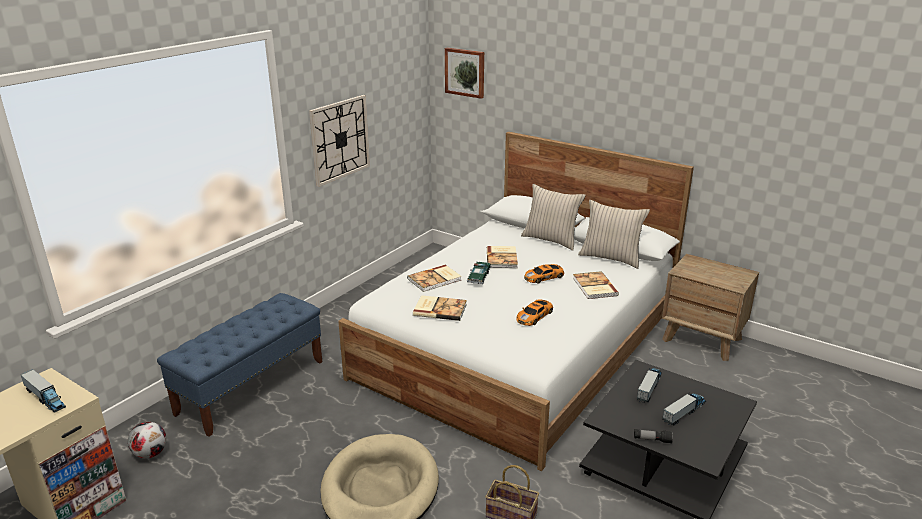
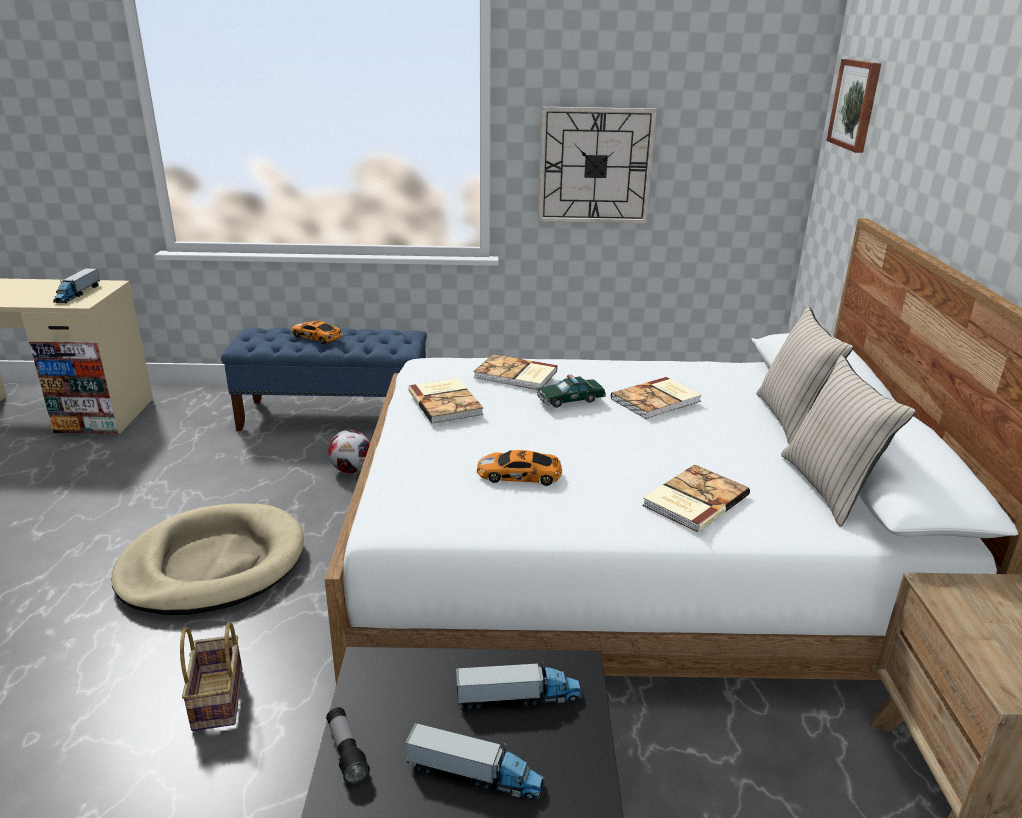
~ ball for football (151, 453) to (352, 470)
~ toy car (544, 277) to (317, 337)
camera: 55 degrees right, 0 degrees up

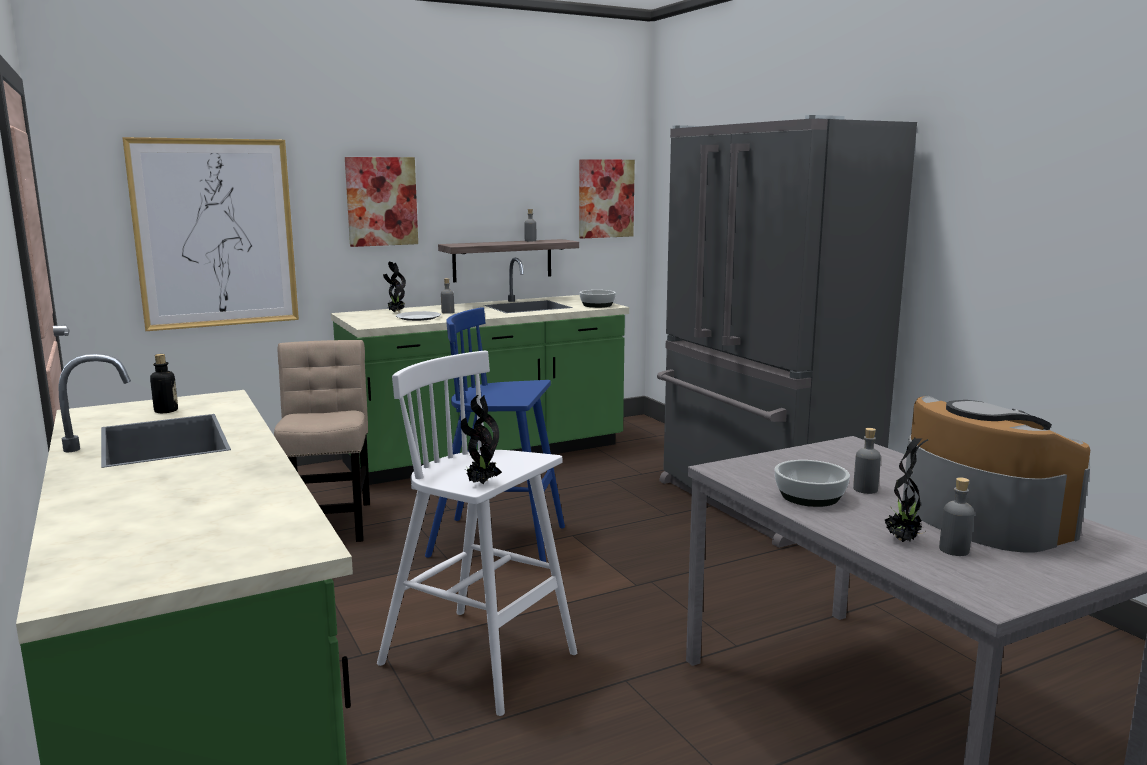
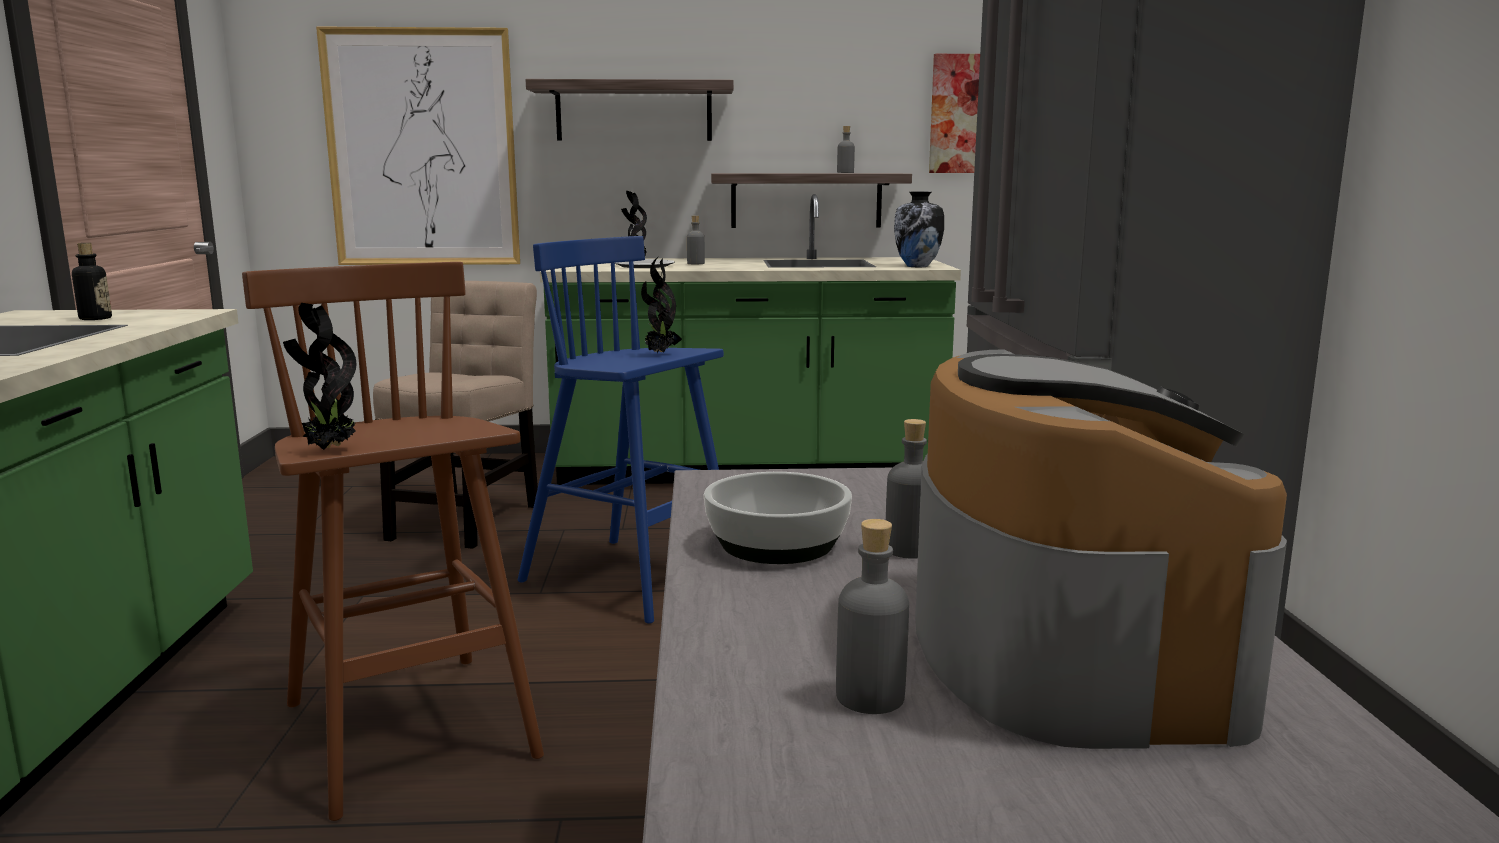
~ plant in a pot (903, 540) to (660, 353)
~ wall art (381, 201) to wall shelf (634, 112)
~ bowl (597, 305) to flower vase (917, 266)
~ white sitting stool (481, 660) to brown-coloured sitting stool (412, 733)
camera: 25 degrees right, 0 degrees up

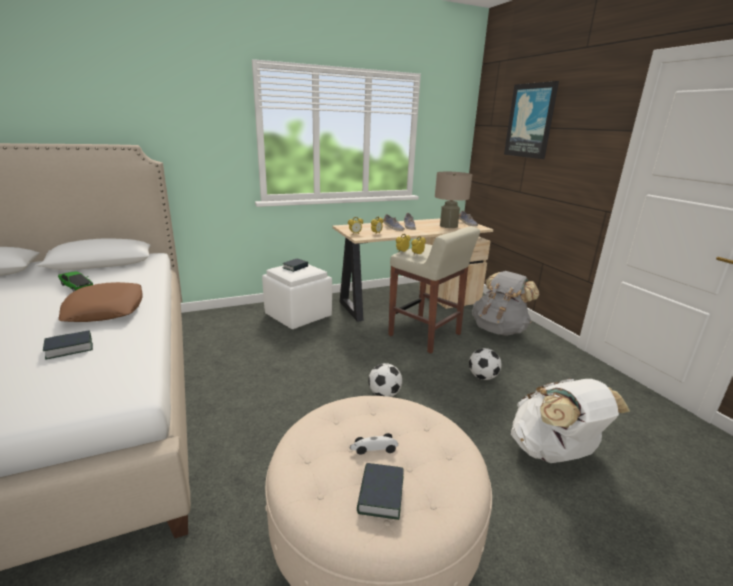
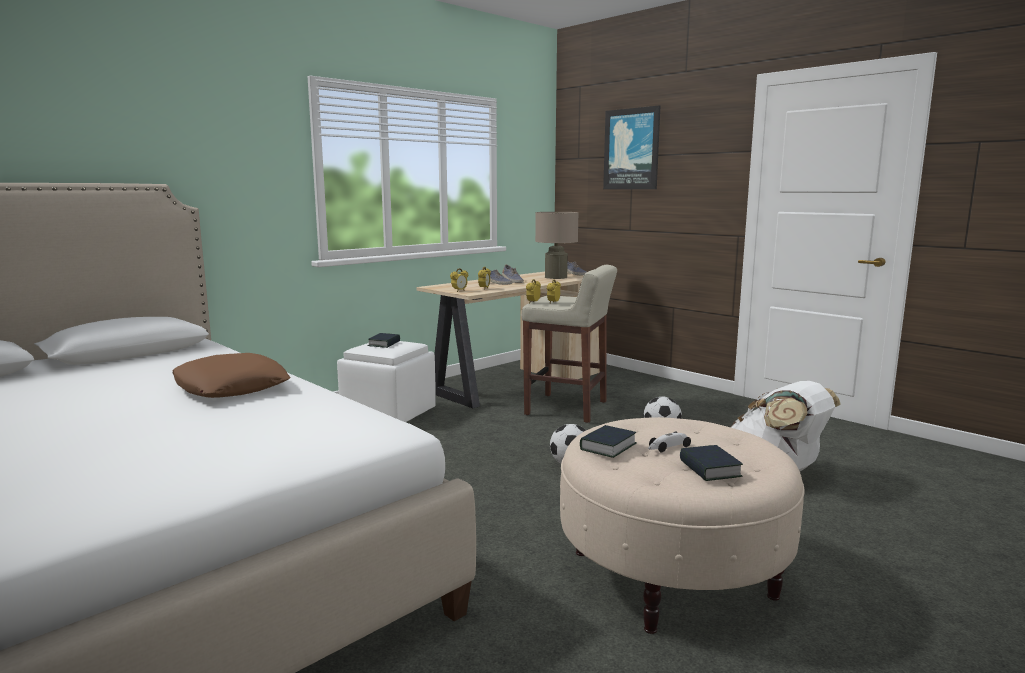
- toy car (76, 286)
- greyish knapsack (499, 329)
~ volume (69, 348) to (608, 447)
camera: 20 degrees left, 10 degrees down

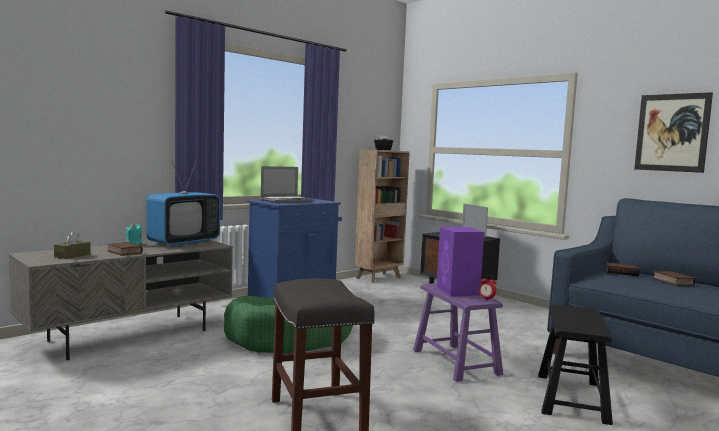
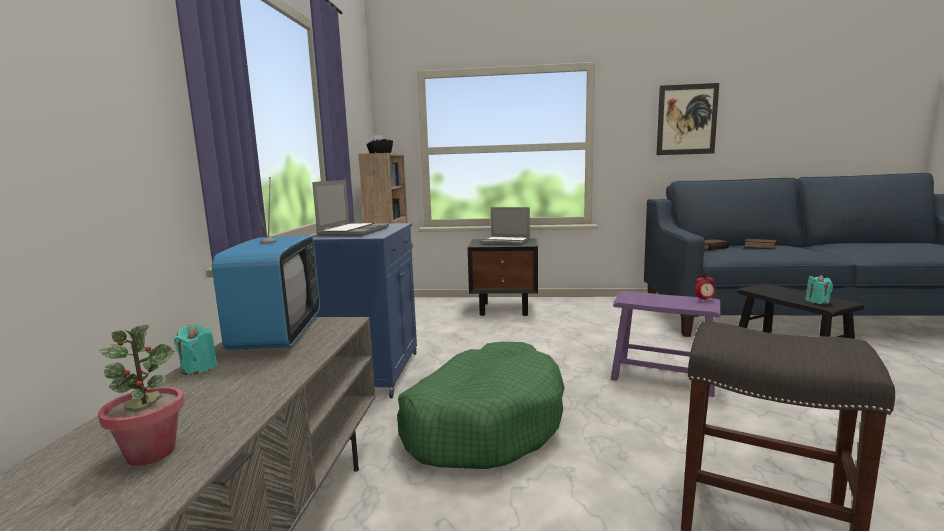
- volume (123, 252)
- purplish audio speaker (458, 291)
+ turquoise wax light (817, 301)
~ brown-coloured tissue holder (72, 255) to plant in a pot (151, 453)
camera: 40 degrees left, 5 degrees up

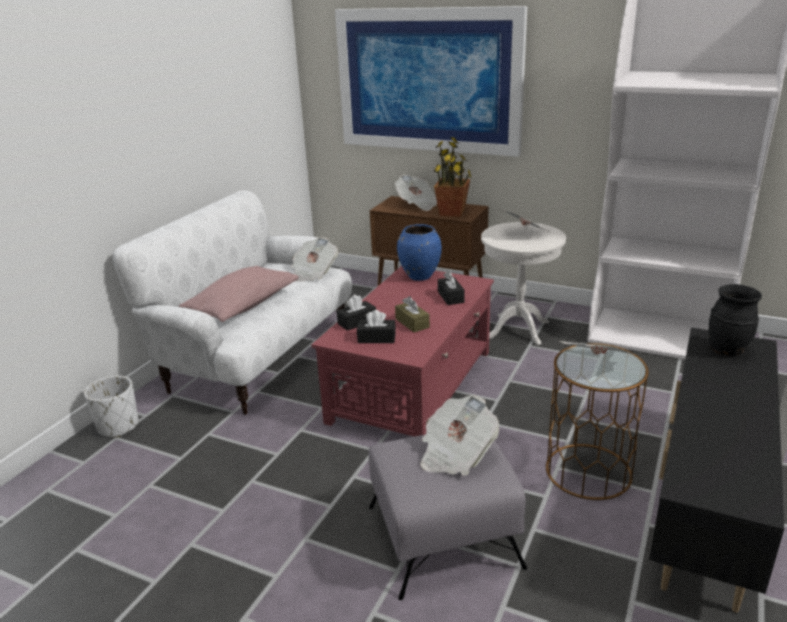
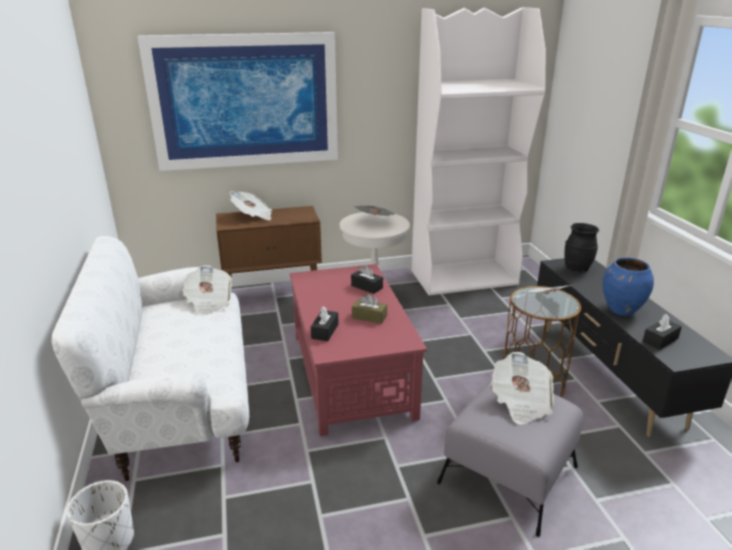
- pinkish pillow (243, 306)
- plant in a pot (452, 212)
~ blackish tissue holder (376, 338) to (660, 340)
~ bluish flower vase (419, 276) to (621, 310)
camera: 40 degrees left, 0 degrees up

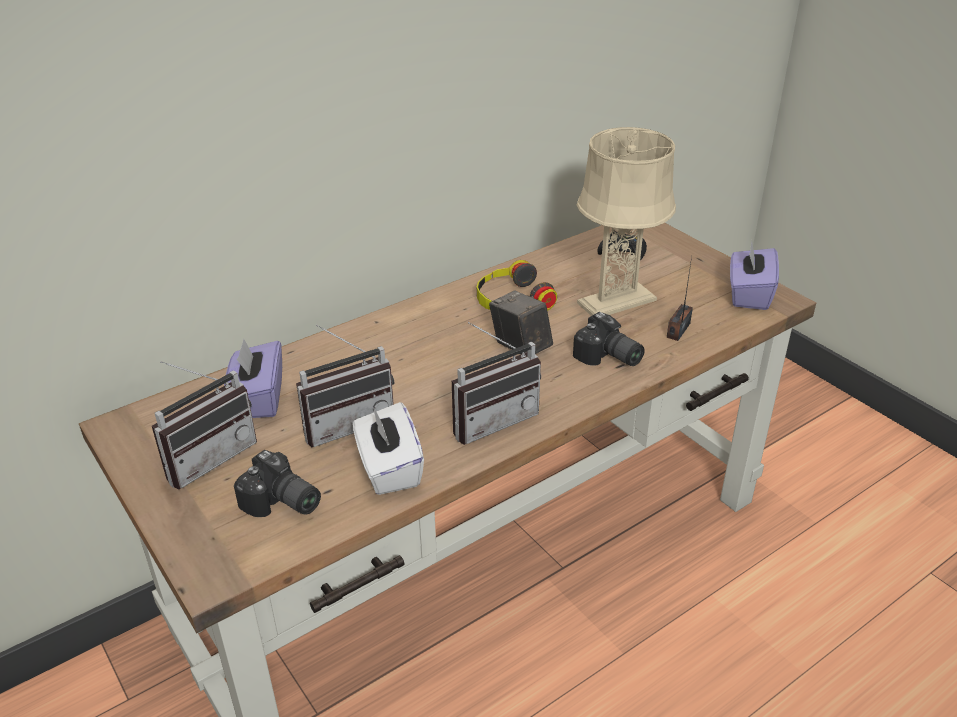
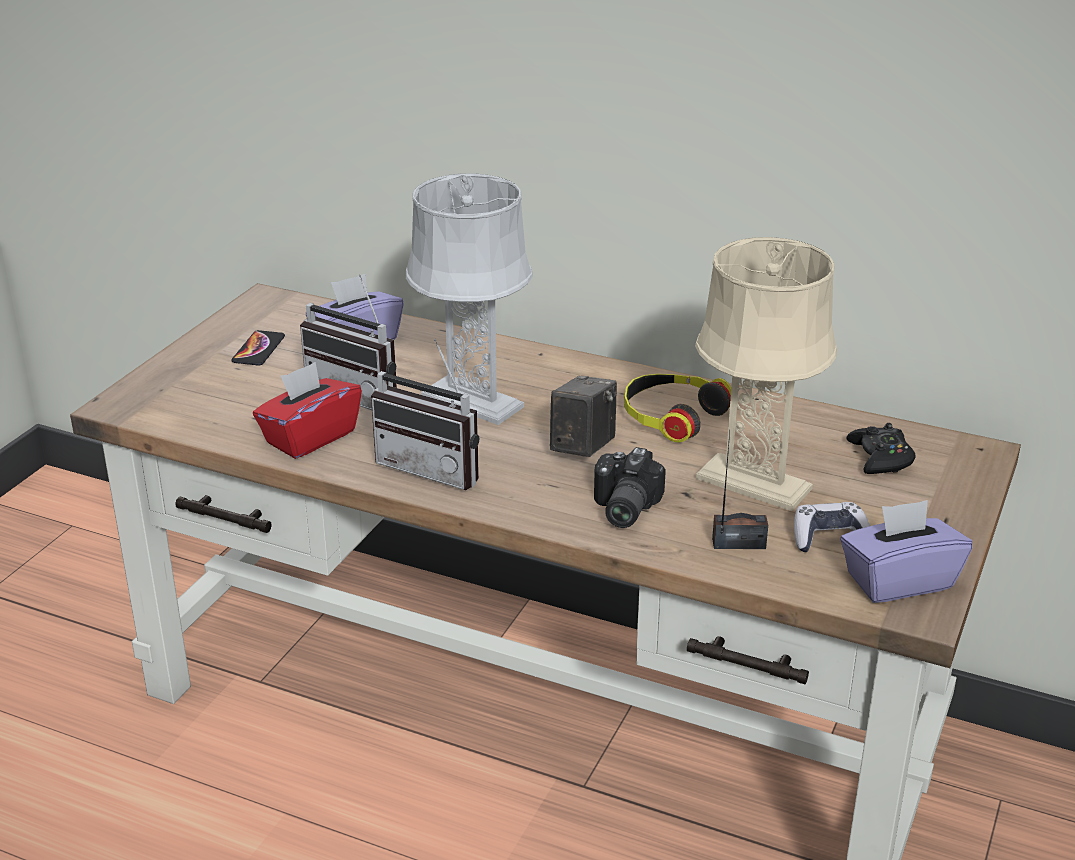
- photo camera (281, 504)
+ greyish tabletop lamp (471, 401)
+ joypad (829, 538)
~ radio set (207, 456) to handset (258, 349)
~ white tissue holder (389, 469) to reddish tissue holder (310, 437)
camera: 60 degrees right, 5 degrees down

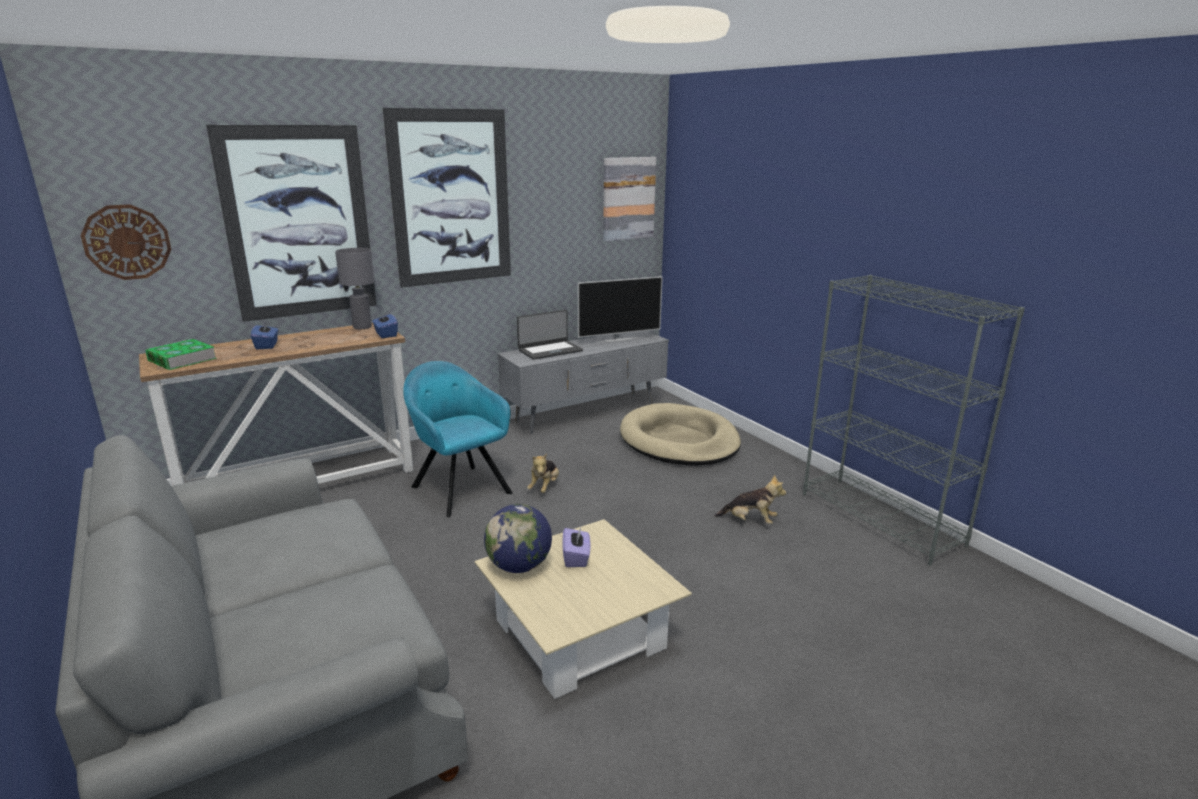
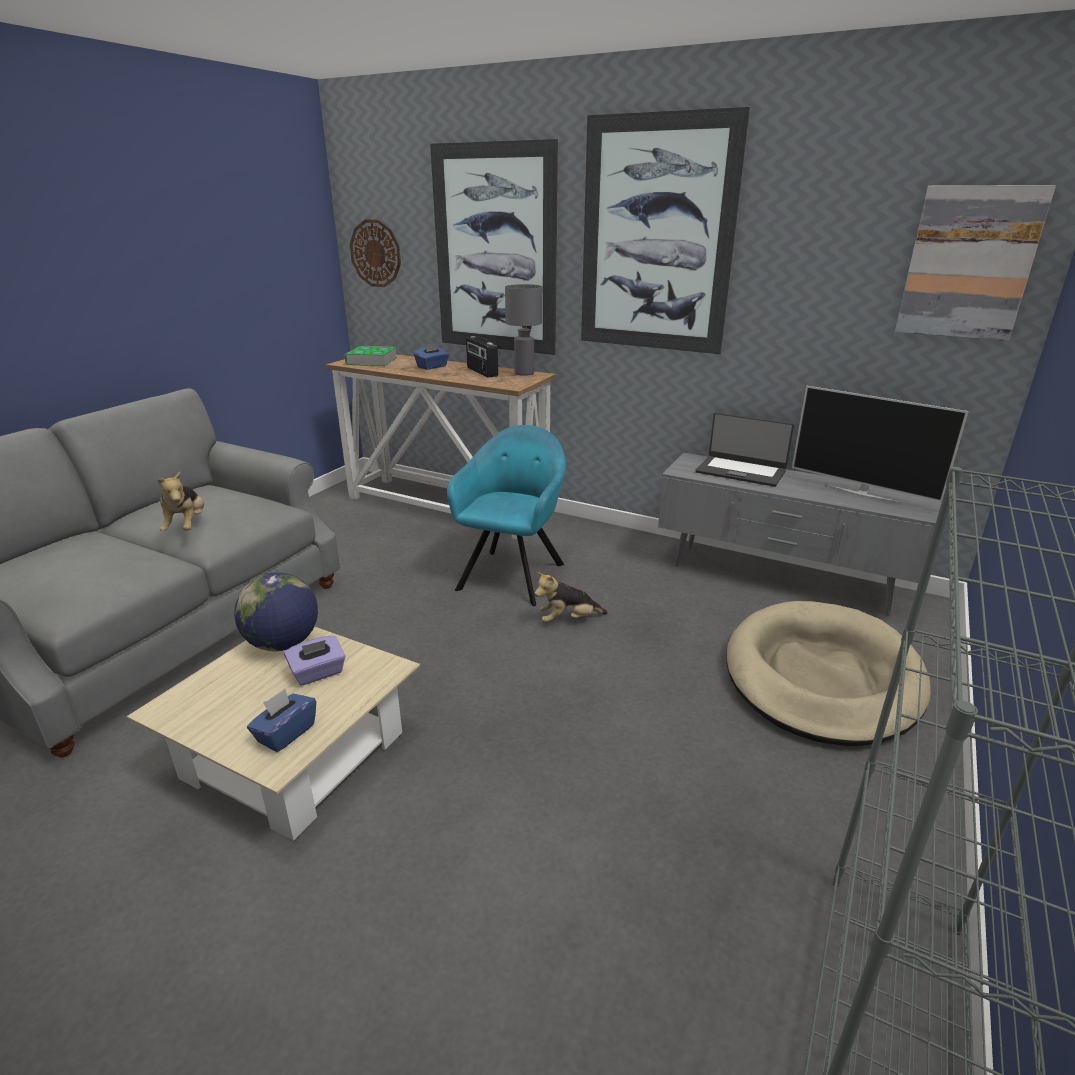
+ radio set (481, 372)
~ bluish tissue holder (385, 334) to (286, 733)
~ cuddly toy (750, 521) to (187, 526)
camera: 60 degrees right, 5 degrees up

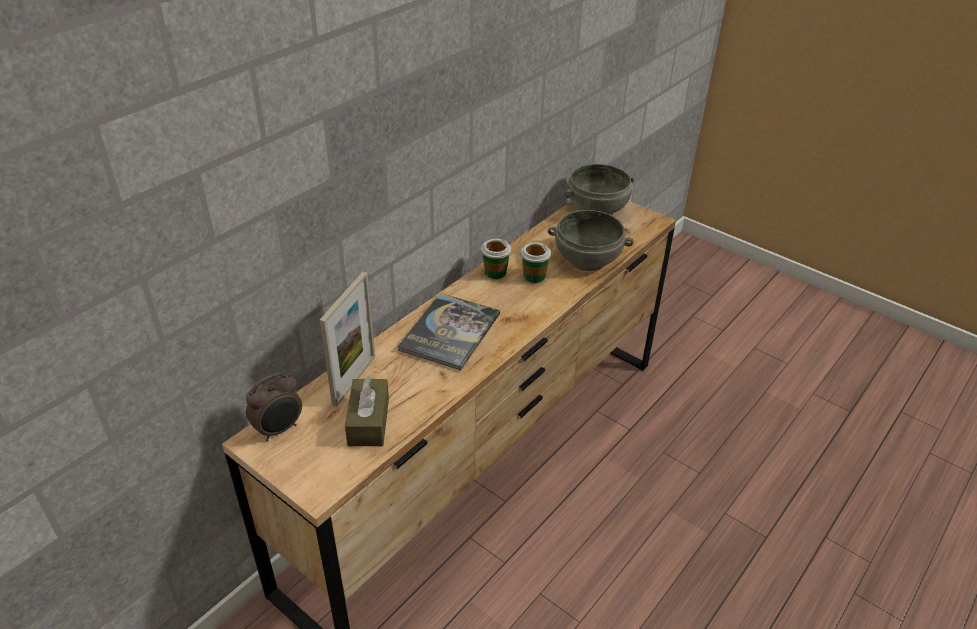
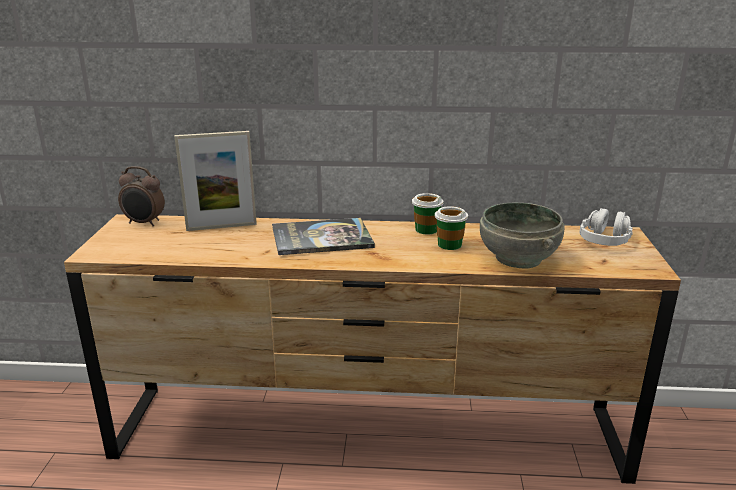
- brown-coloured tissue holder (368, 421)
~ greyish bowl (597, 210) to greyish headset (604, 239)
camera: 55 degrees right, 15 degrees down

